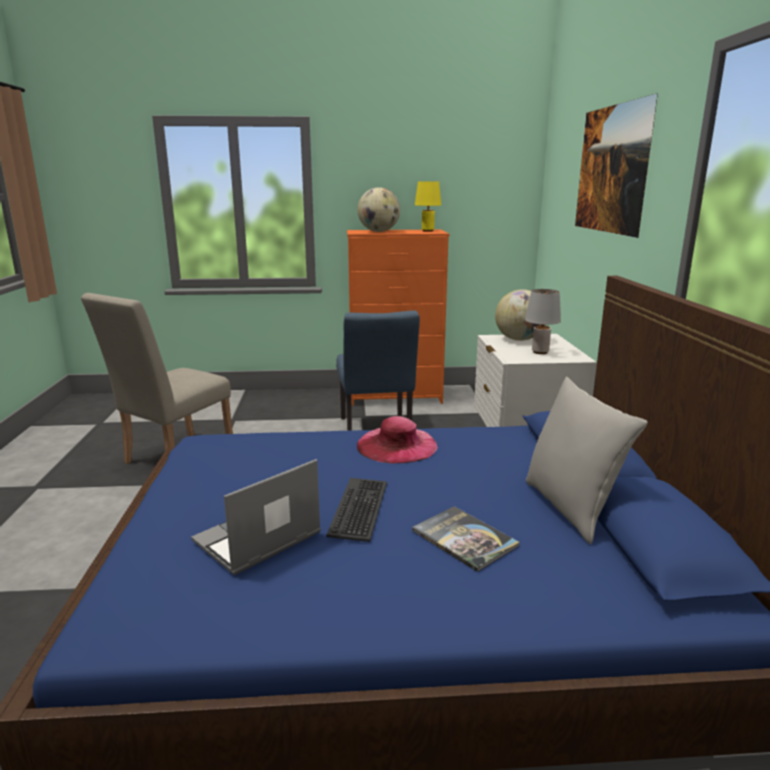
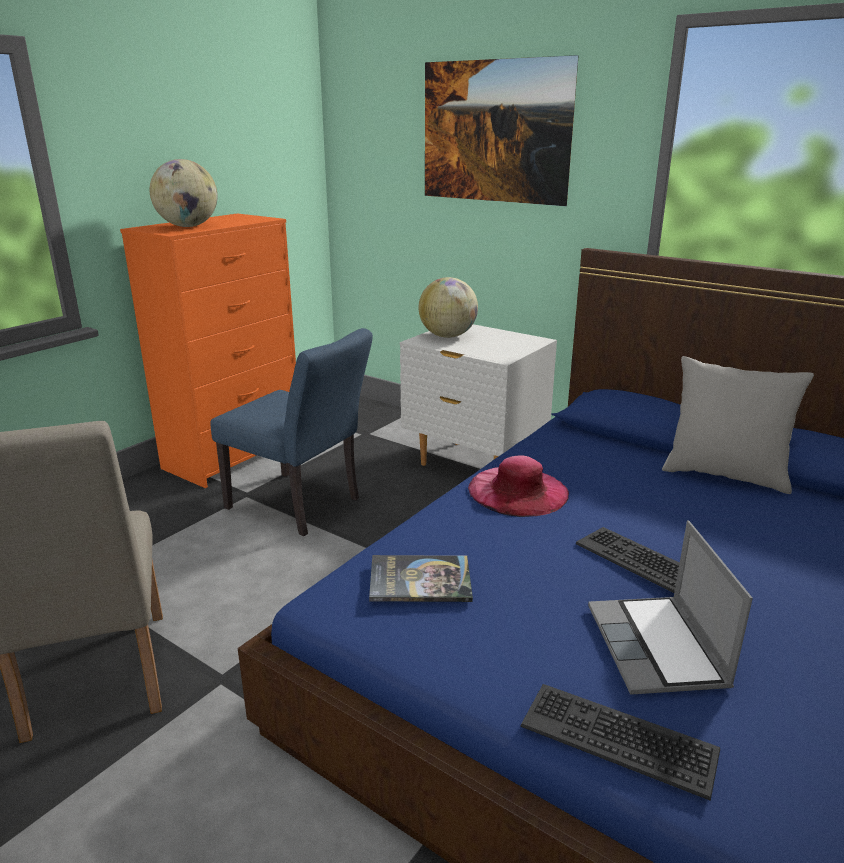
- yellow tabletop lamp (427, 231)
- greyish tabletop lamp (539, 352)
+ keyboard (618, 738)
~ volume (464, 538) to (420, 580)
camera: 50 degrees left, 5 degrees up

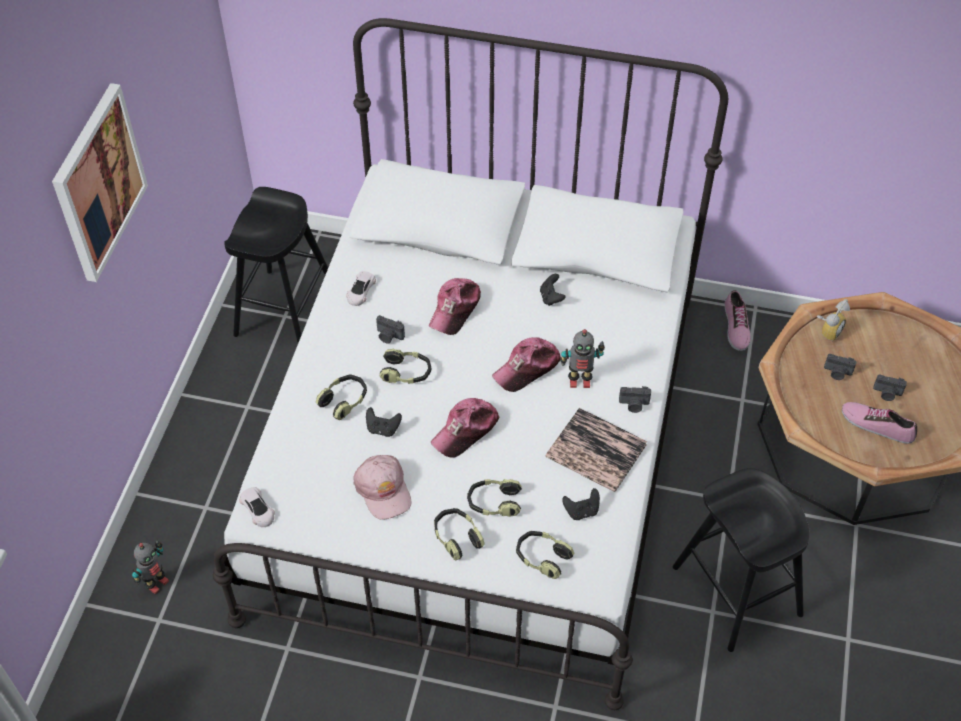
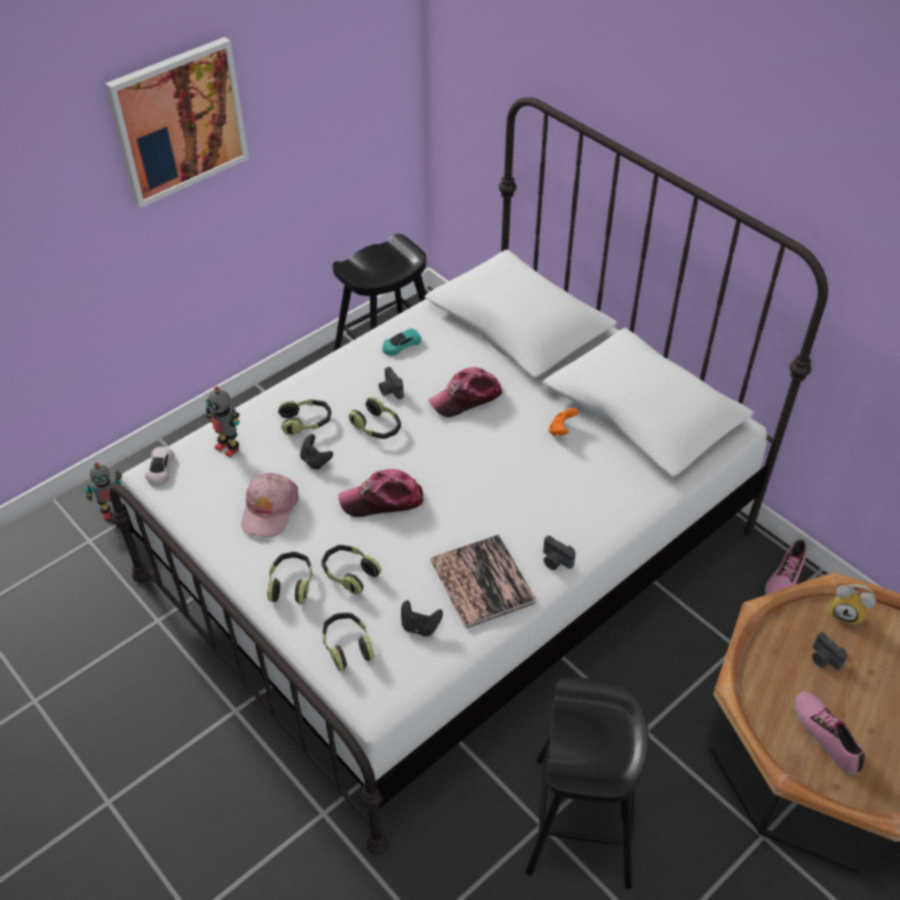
- peaked cap (527, 368)
- photo camera (887, 393)
~ toy robot (579, 381) to (228, 447)
~ white toy car (361, 291) to turquoise toy car (401, 345)
~ blackish joypad (551, 297) to orange joypad (561, 430)
~ table clock (828, 330) = (847, 613) 45 degrees clockwise
camera: 35 degrees right, 5 degrees down

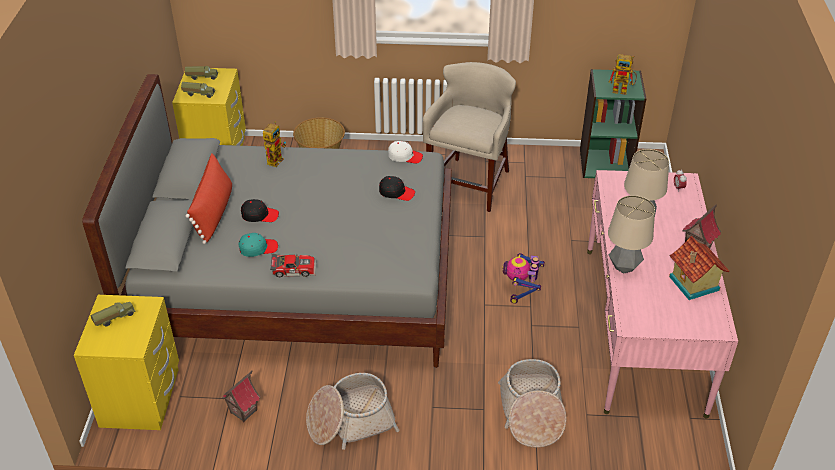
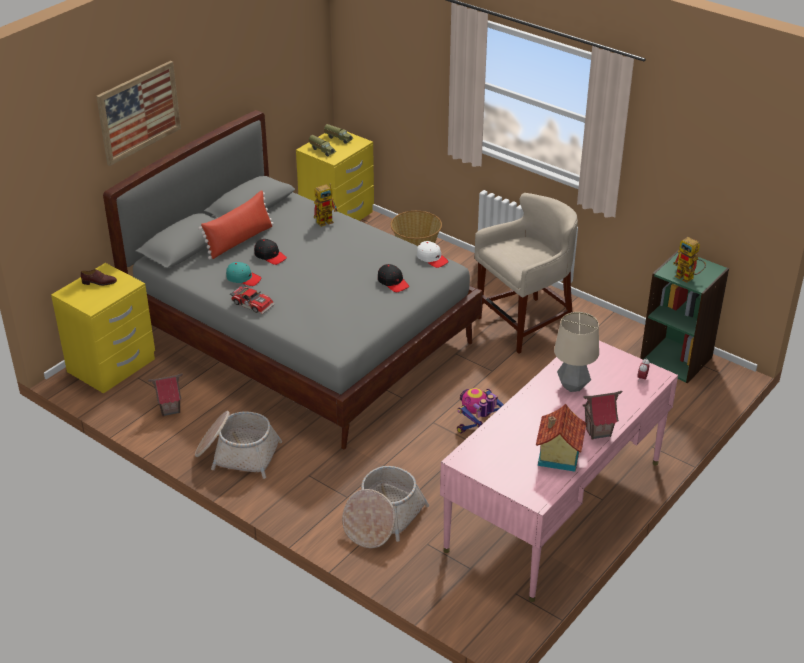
- tabletop lamp (623, 267)
+ wall art (139, 112)
~ toy lorry (114, 318) to brown-coloured shoe (99, 282)
camera: 35 degrees right, 5 degrees down

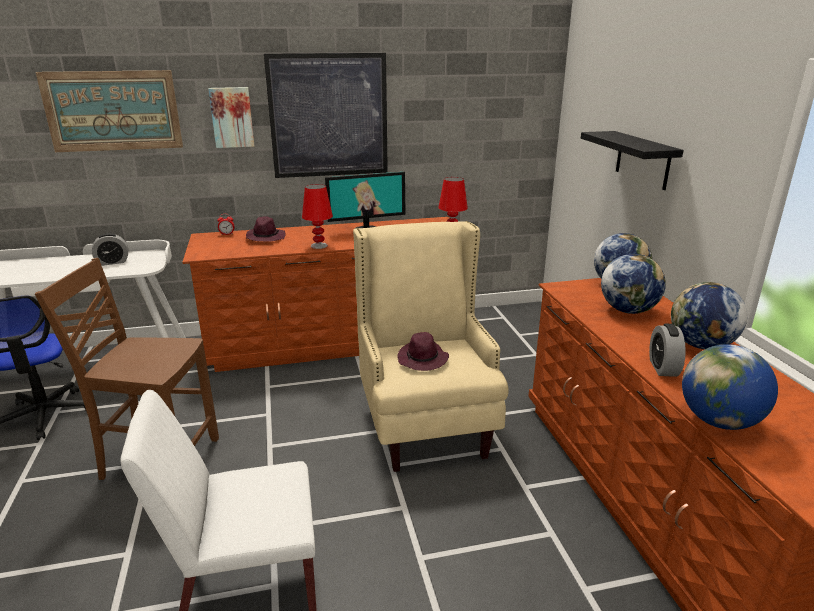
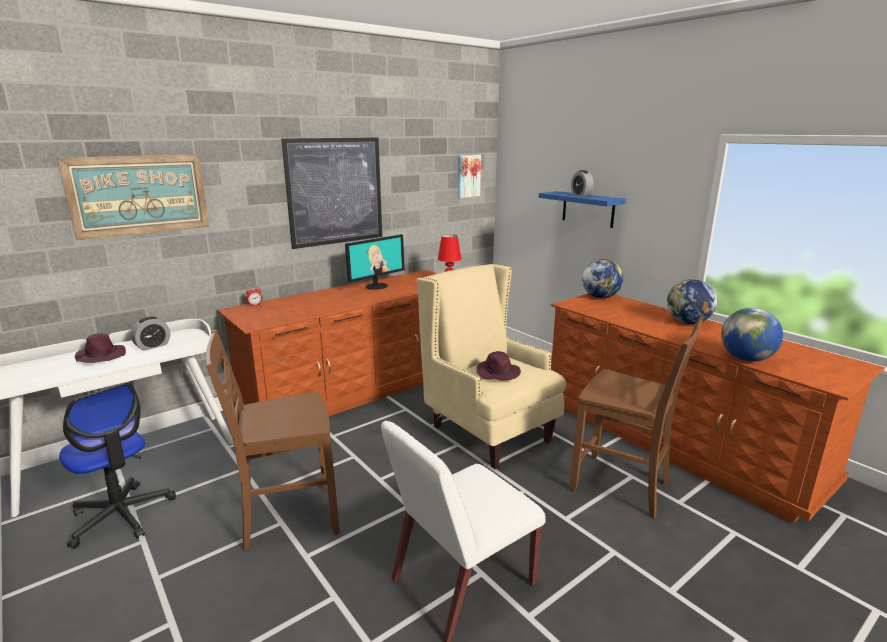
- reddish tabletop lamp (319, 246)
- globe (628, 310)
+ brown-coloured chair (622, 487)
~ wall art (232, 117) to (468, 176)
~ purplish hat (265, 238) to (101, 357)
~ table clock (663, 368) to (581, 195)
~ blackish wall shelf (642, 160) to bluish wall shelf (588, 209)
camera: 25 degrees left, 5 degrees down

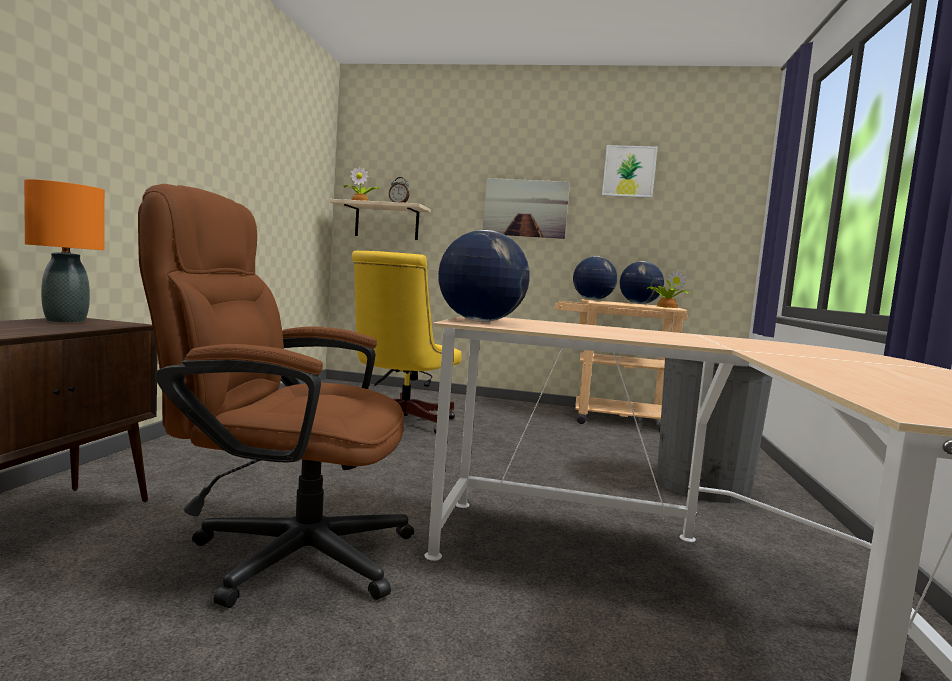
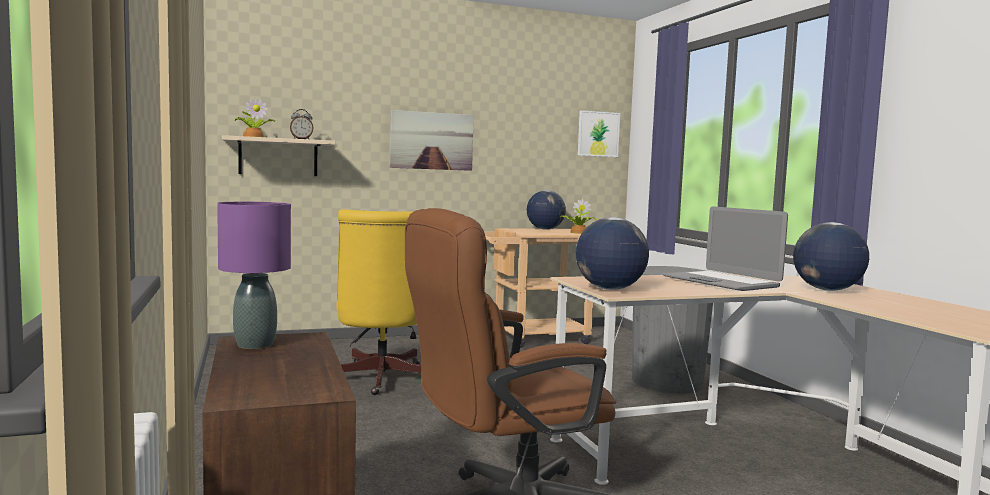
+ notebook computer (721, 282)
~ globe (592, 299) to (827, 290)
~ wall art (629, 171) to (598, 134)
~ orange tabletop lamp (65, 321) to purplish tabletop lamp (255, 345)
camera: 30 degrees left, 0 degrees up

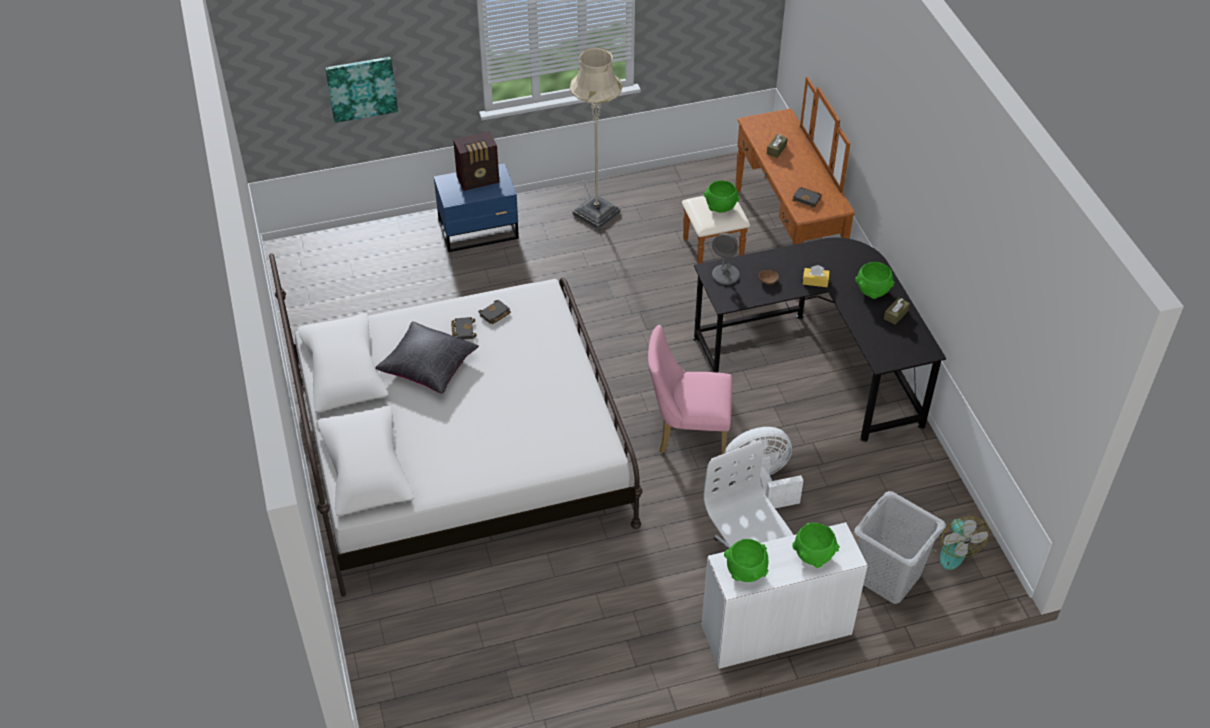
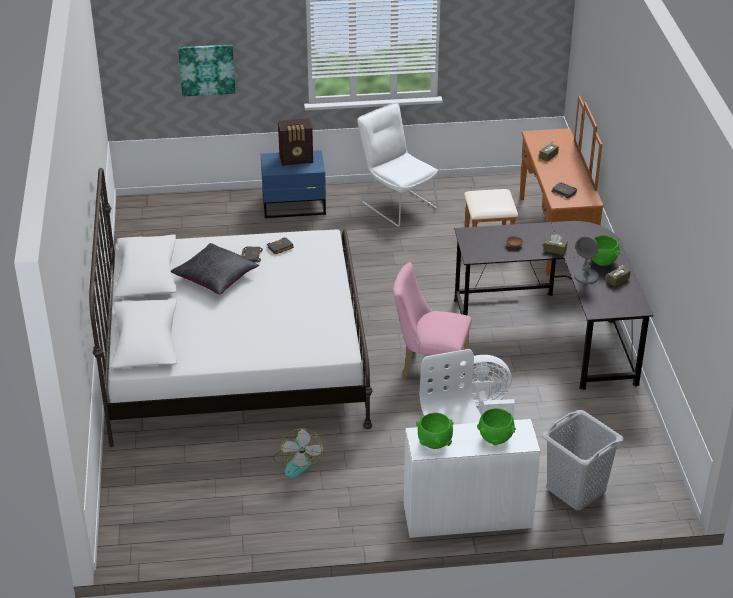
- green-coloured bowl (721, 207)
~ greyish tabletop lamp (725, 275) to (586, 276)
~ cooling fan (949, 548) to (297, 462)
~ sand-coloured floor lamp (596, 213) to white chair (396, 203)
~ yellow tissue holder (815, 281) to brown-coloured tissue holder (554, 249)
camera: 10 degrees right, 10 degrees down

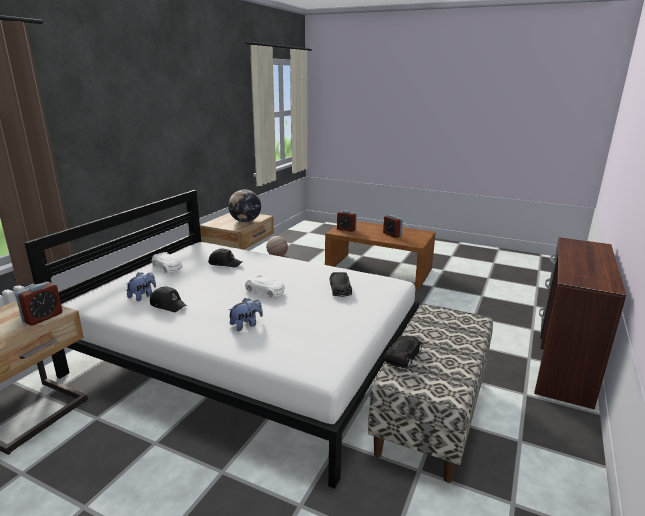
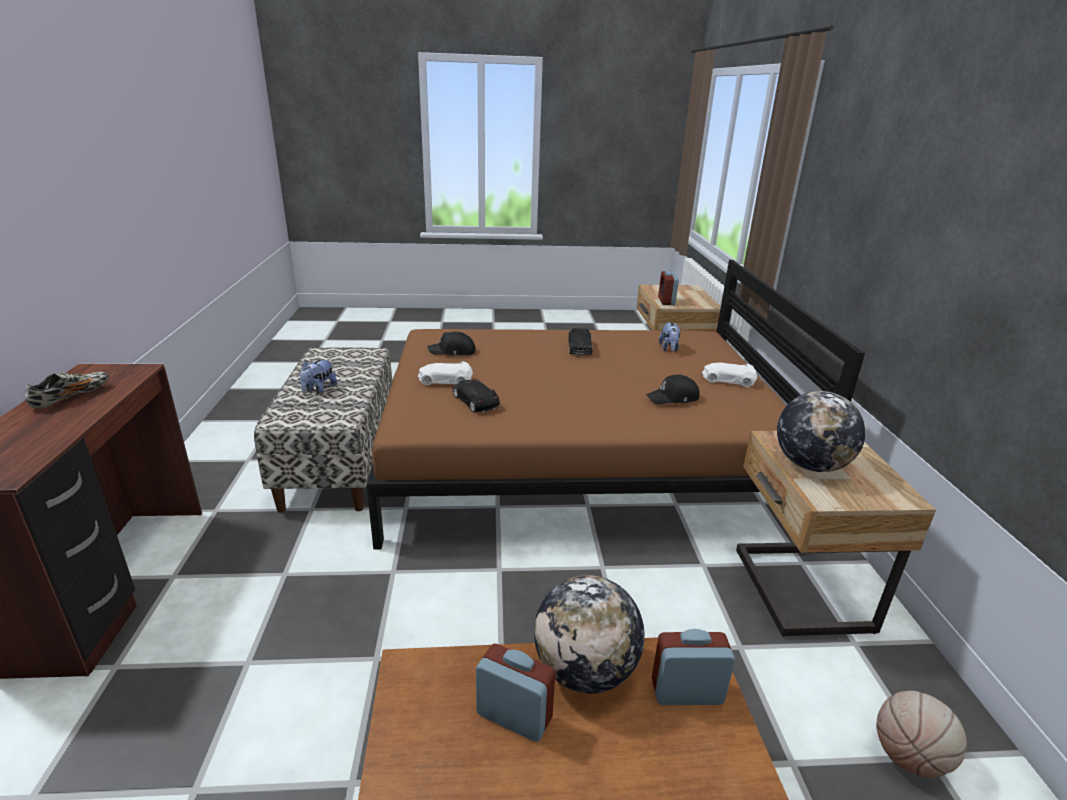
+ shoe (71, 397)
+ globe (585, 671)
~ blackish peaked cap (168, 304) to (452, 351)
~ cuddly toy (246, 325) to (319, 390)
~ white toy car (265, 291) to (445, 380)
~ blackish toy car (403, 356) to (579, 348)
~ white bedroom bed (248, 357) to brown-coloured bedroom bed (577, 458)
camera: 150 degrees right, 5 degrees up

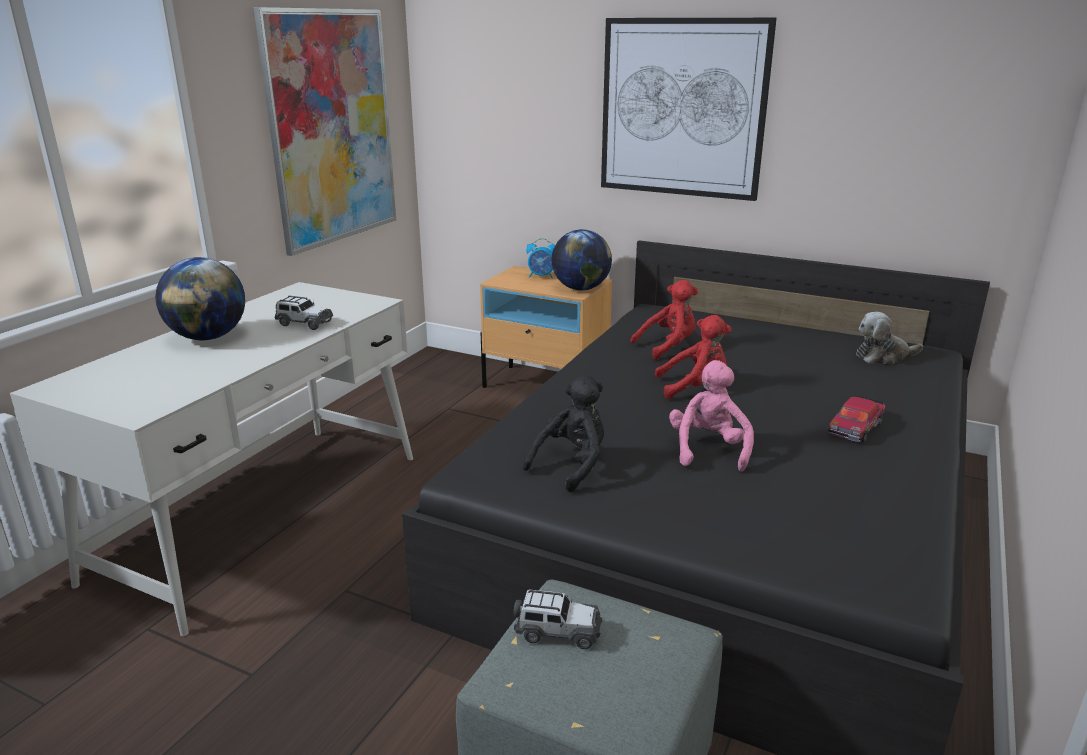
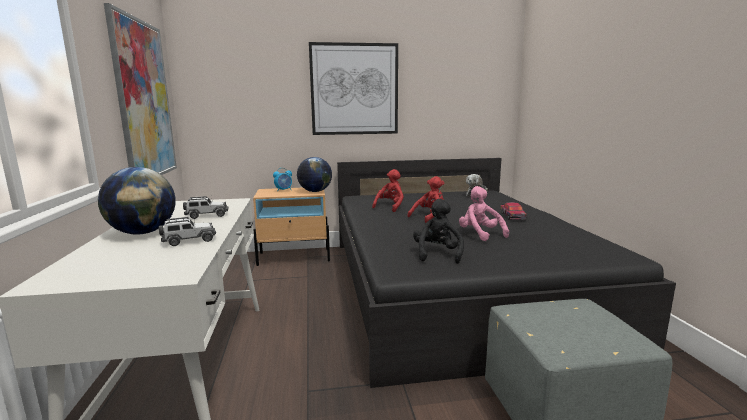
~ toy car (557, 631) to (189, 240)
camera: 35 degrees left, 10 degrees down

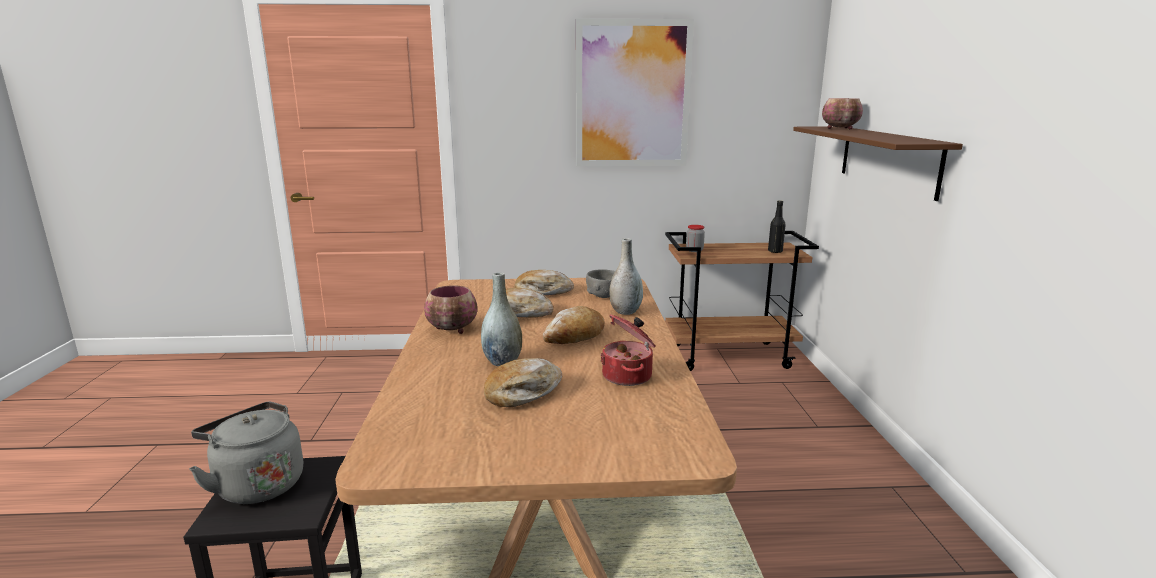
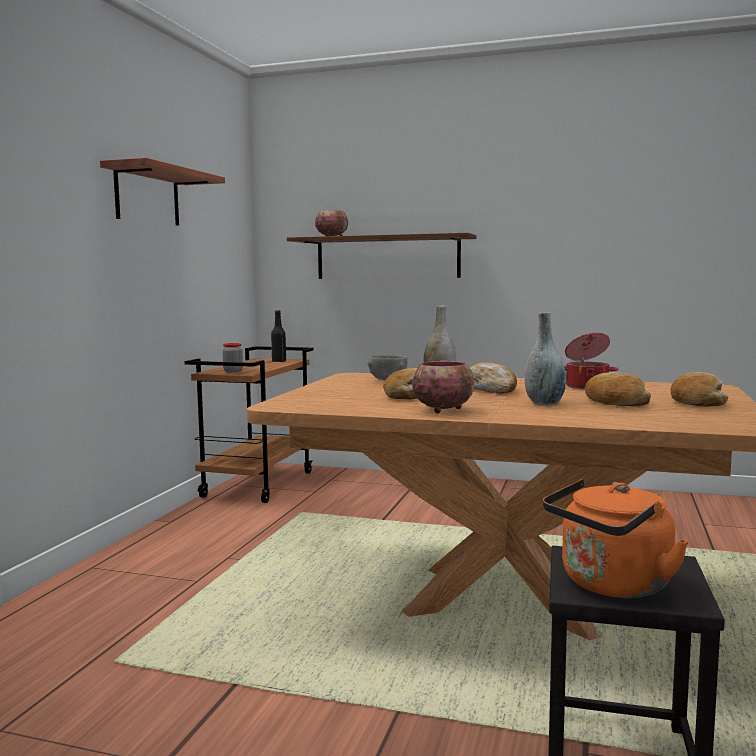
~ bakery bread (542, 292) to (697, 402)
~ wall art (632, 94) to wall shelf (147, 196)
~ greyish tea kettle (257, 484) to orange tea kettle (611, 585)
camera: 70 degrees left, 10 degrees down

